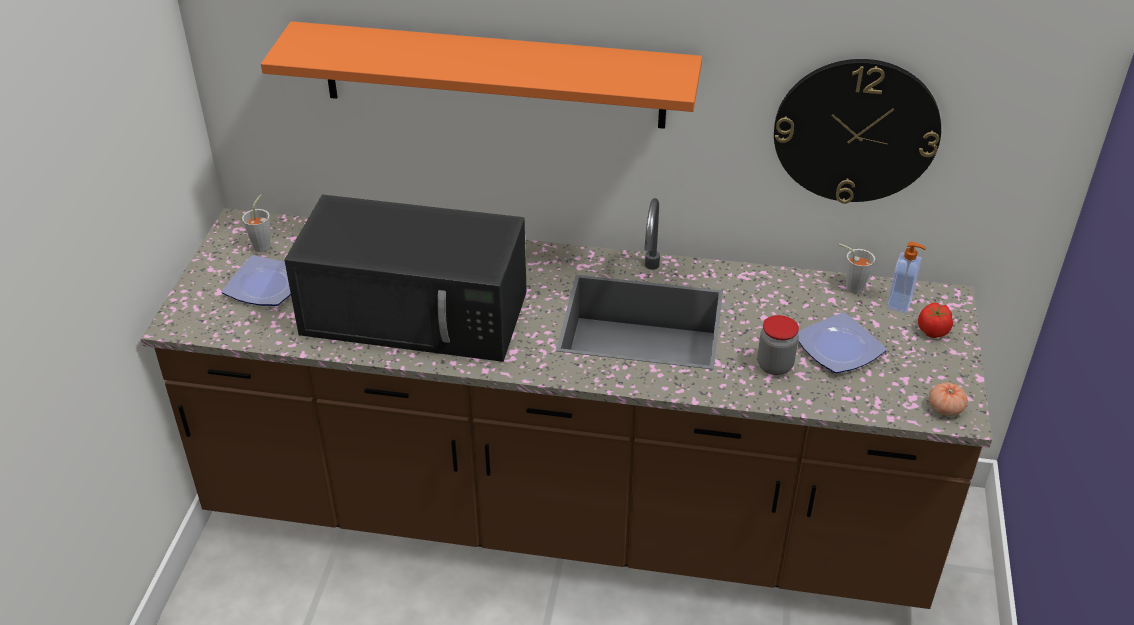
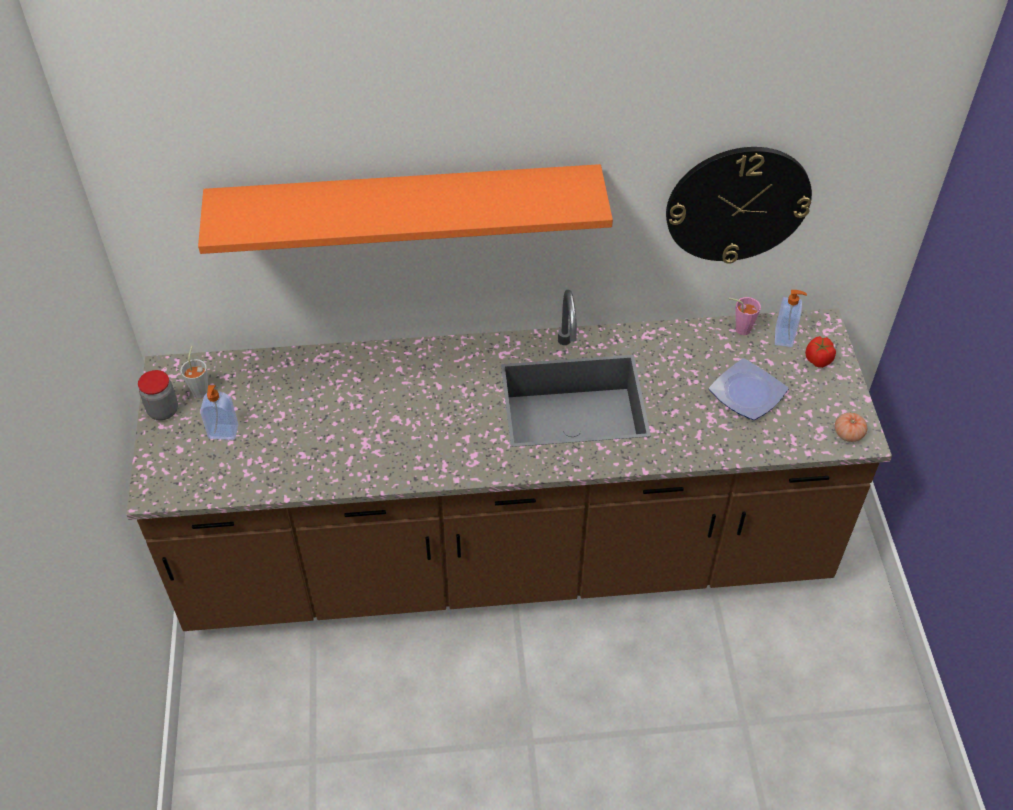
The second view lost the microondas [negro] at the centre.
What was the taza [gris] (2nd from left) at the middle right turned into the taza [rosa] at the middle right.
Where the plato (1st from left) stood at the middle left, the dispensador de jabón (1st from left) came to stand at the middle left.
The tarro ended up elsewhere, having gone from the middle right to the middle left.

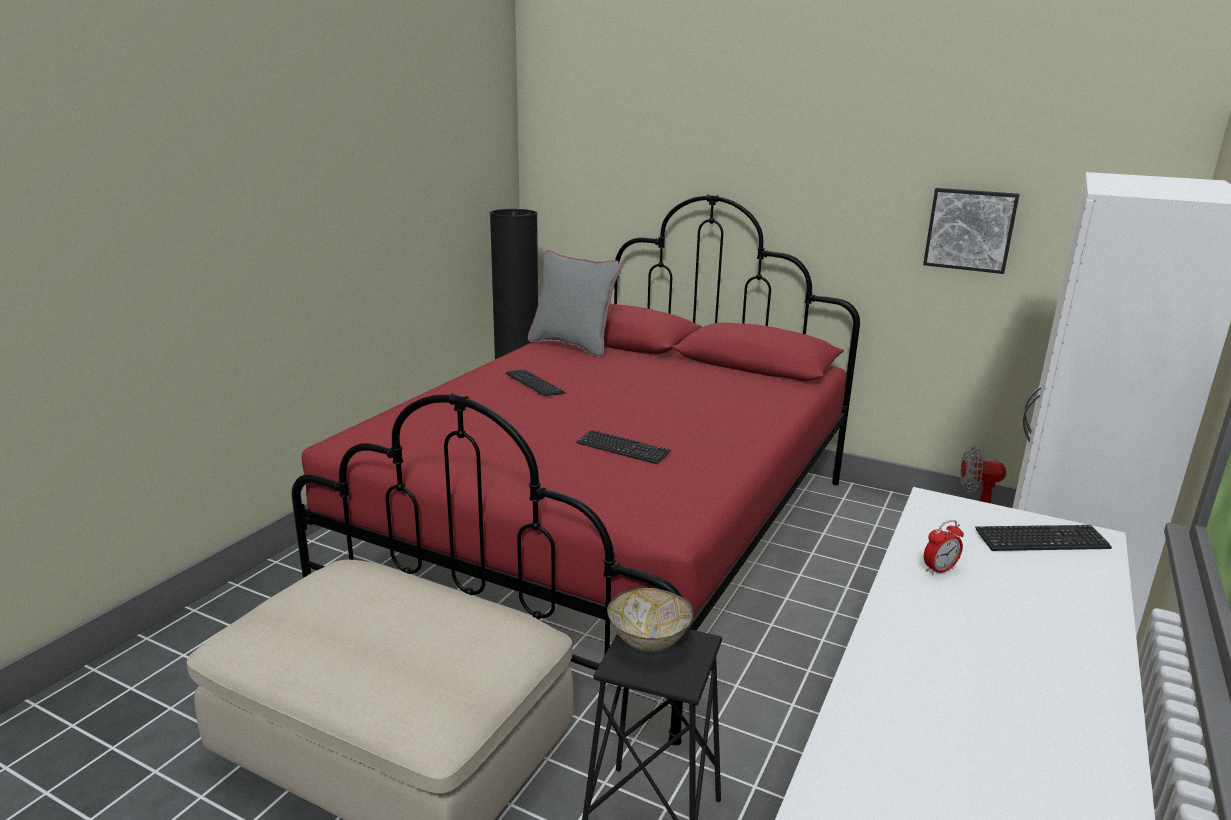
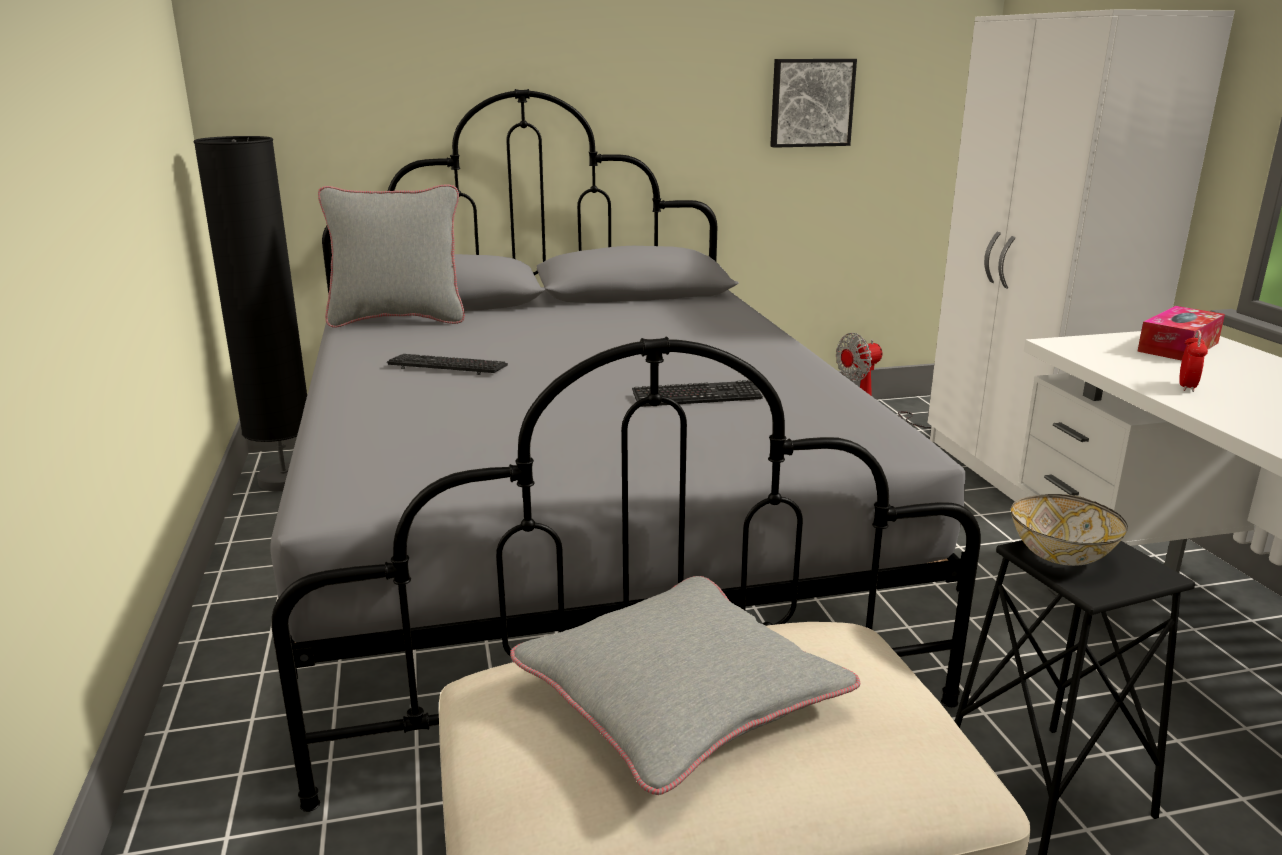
What was the cama [rojo] at the centre turned into the cama [gris] at the centre.
Where the teclado (3rd from left) stood at the middle right, the caja de pañuelos came to stand at the middle right.
The second view gained the cojín [gris] (2nd from left) at the bottom centre.

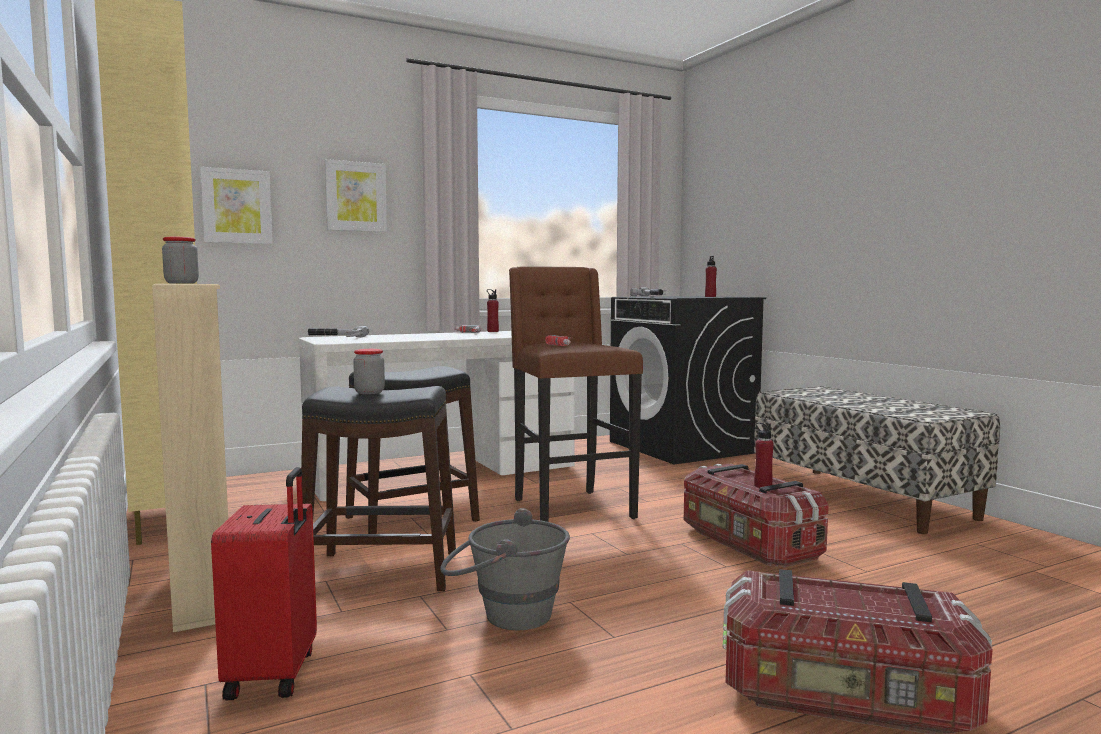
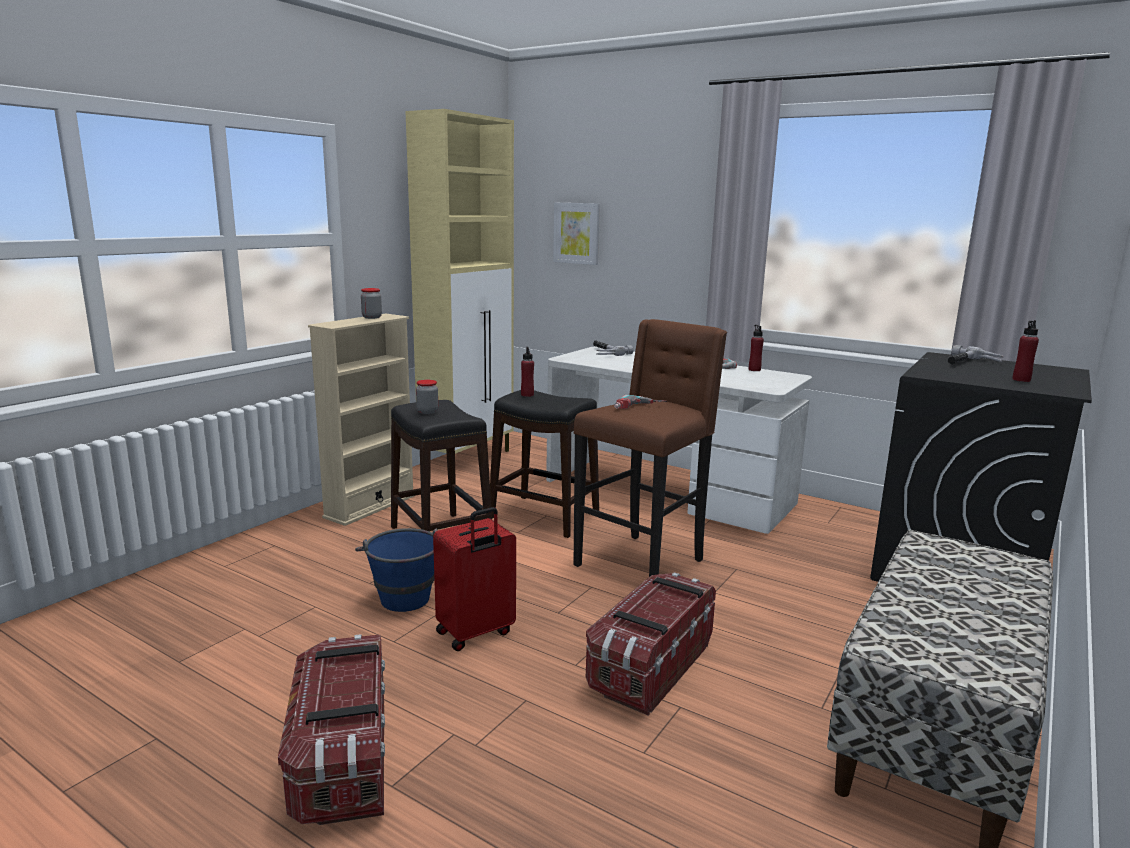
The second view lost the cuadro (2nd from left) at the top left.
The botella [rojo] (3rd from left in the first image) ended up elsewhere, having gone from the middle right to the centre.
The maleta [rojo] ended up elsewhere, having gone from the bottom left to the bottom centre.
What was the cubo [gris] at the bottom centre turned into the cubo [azul] at the bottom centre.

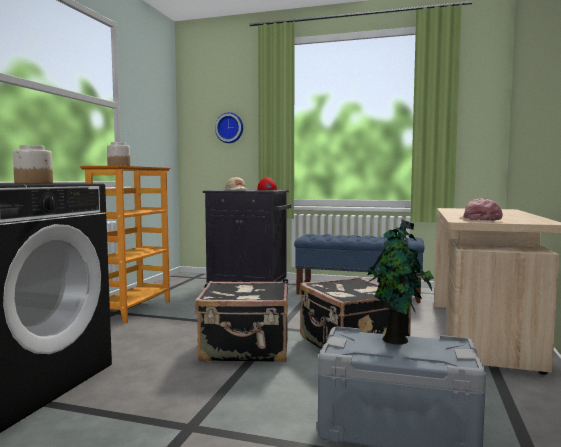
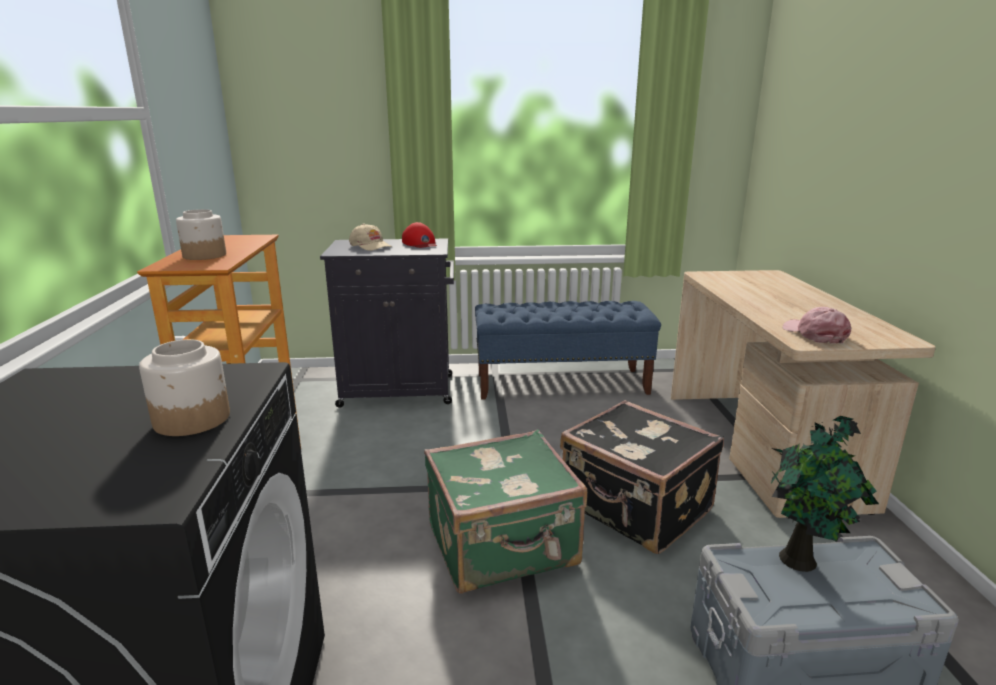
The second view lost the reloj de pared at the top centre.
What was the maleta [negro] (1st from left) at the bottom centre turned into the maleta [verde] at the bottom centre.

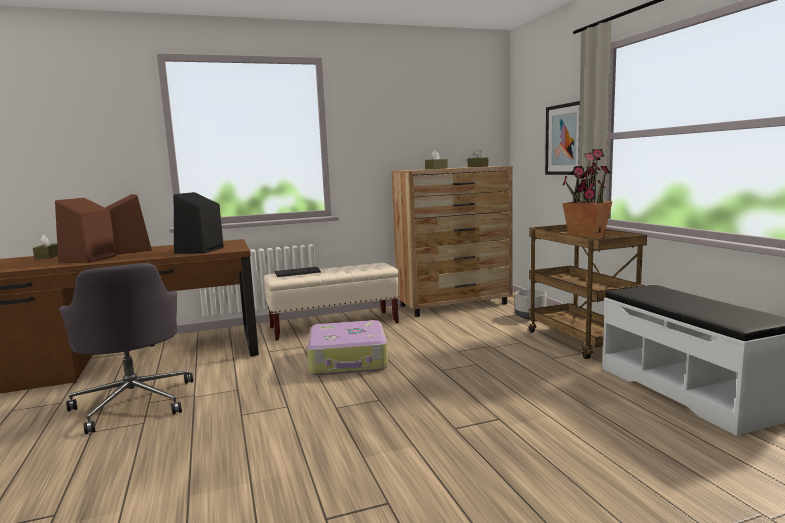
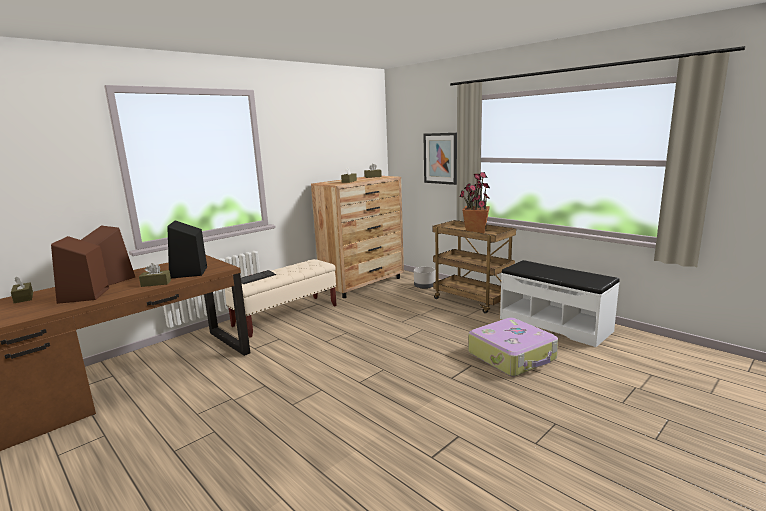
The second view lost the silla de oficina [gris] at the middle left.
The maleta ended up elsewhere, having gone from the centre to the bottom right.
The second view gained the caja de pañuelos [marrón] (2nd from left) at the middle left.

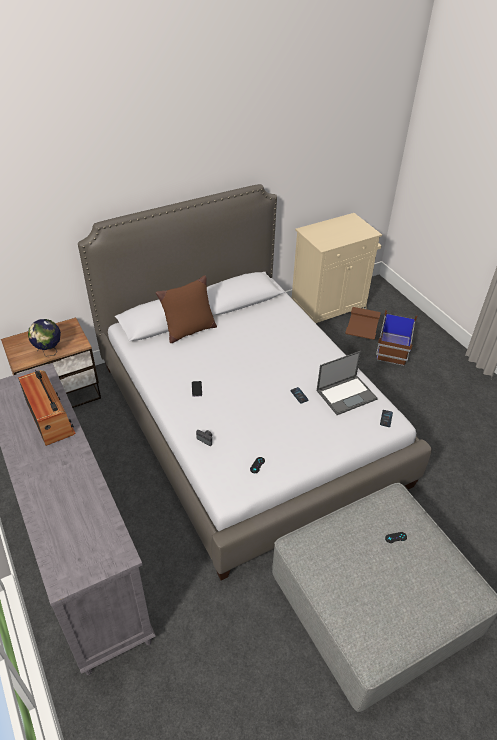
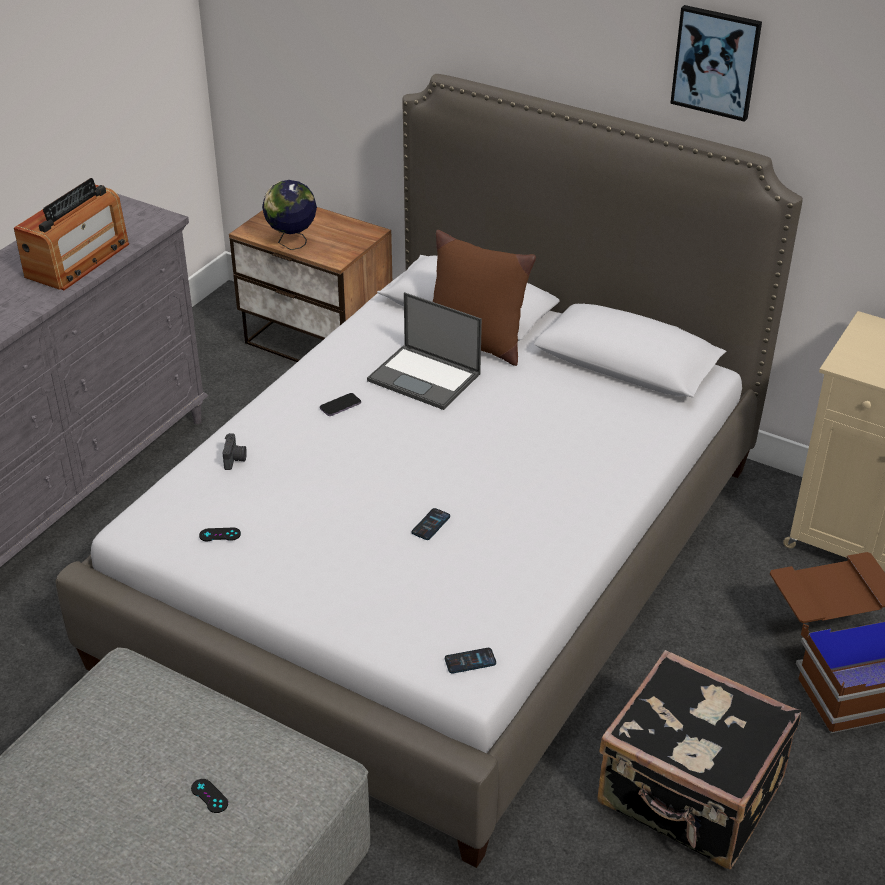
The portátil ended up elsewhere, having gone from the middle right to the centre.
The second view gained the cuadro at the top right.
The second view gained the maleta [negro] at the bottom right.

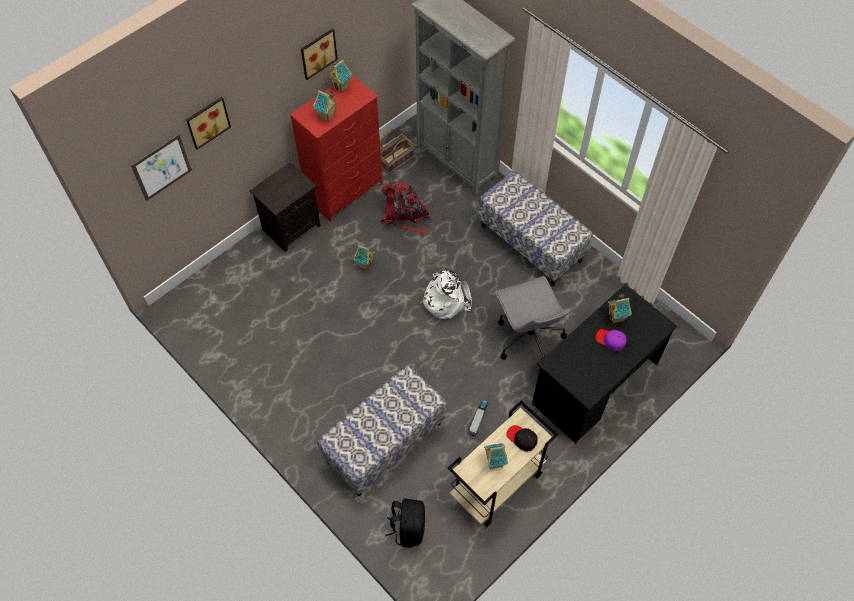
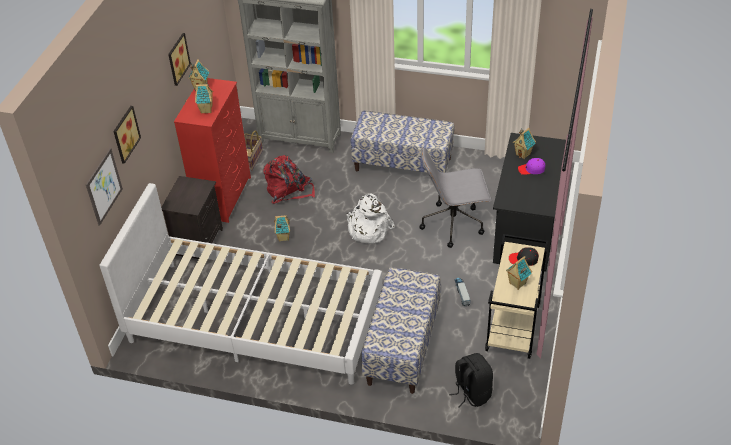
The silla de oficina [gris] at the centre ended up facing another way, 135 degrees clockwise from before.
The second view gained the cama [blanco] at the middle left.

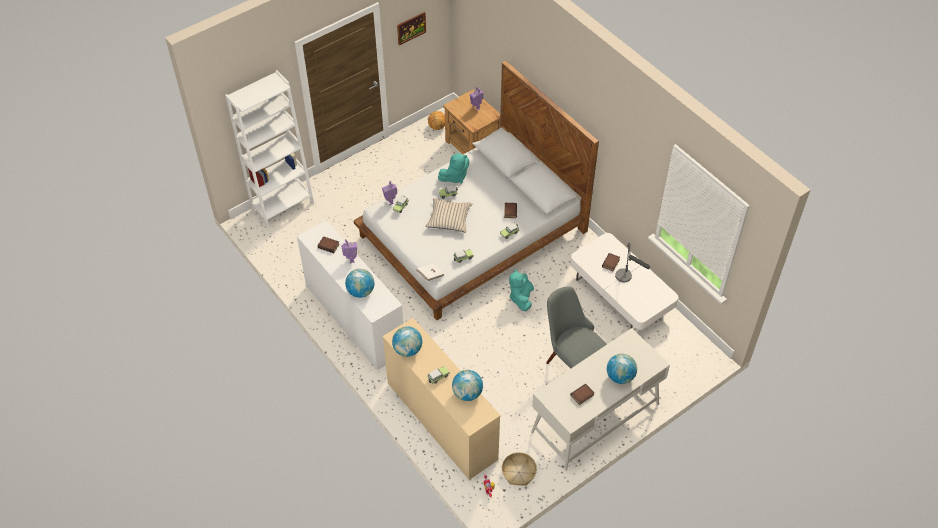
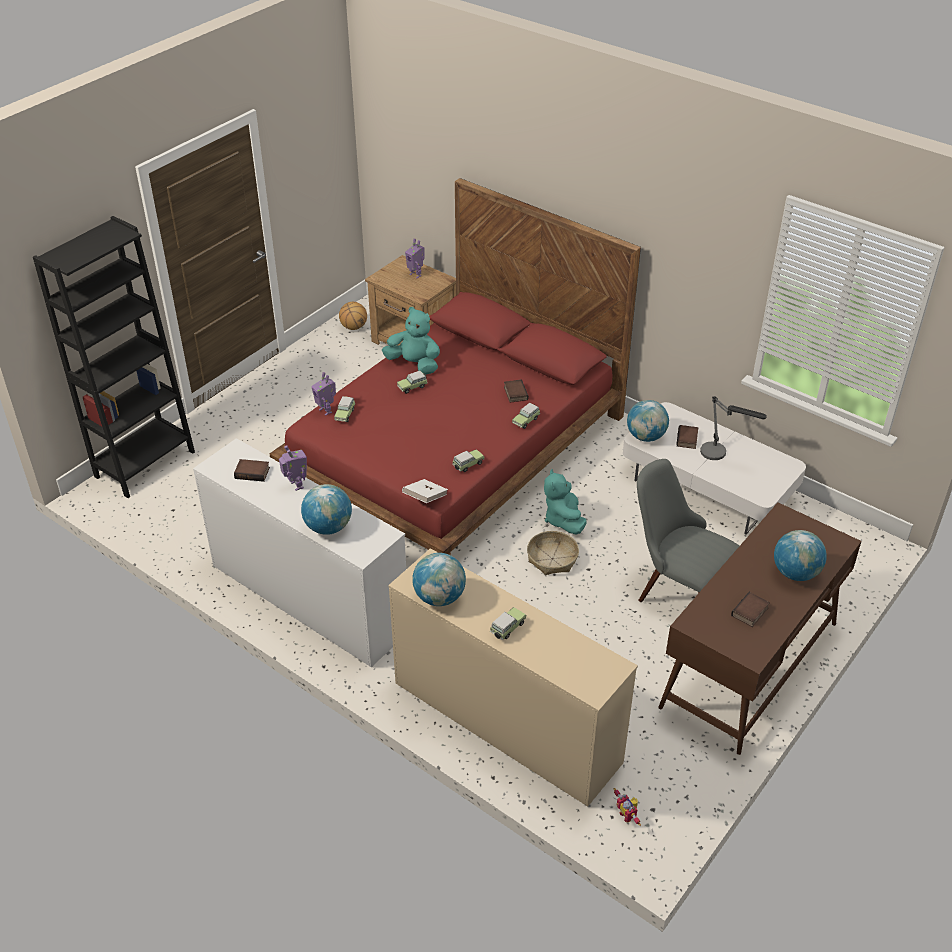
The second view lost the cuadro at the top centre.
What was the cama [blanco] at the centre turned into the cama [rojo] at the centre.
What was the estantería [blanco] at the top left turned into the estantería [negro] at the middle left.
The peluche [turquesa] (1st from left) at the top centre ended up facing another way, 105 degrees counterclockwise from before.
The second view lost the cojín [beis] at the centre.
What was the escritorio [blanco] at the bottom centre turned into the escritorio [marrón] at the middle right.
The globo terráqueo (3rd from left) ended up elsewhere, having gone from the bottom centre to the middle right.
The cesta ended up elsewhere, having gone from the bottom centre to the centre.

